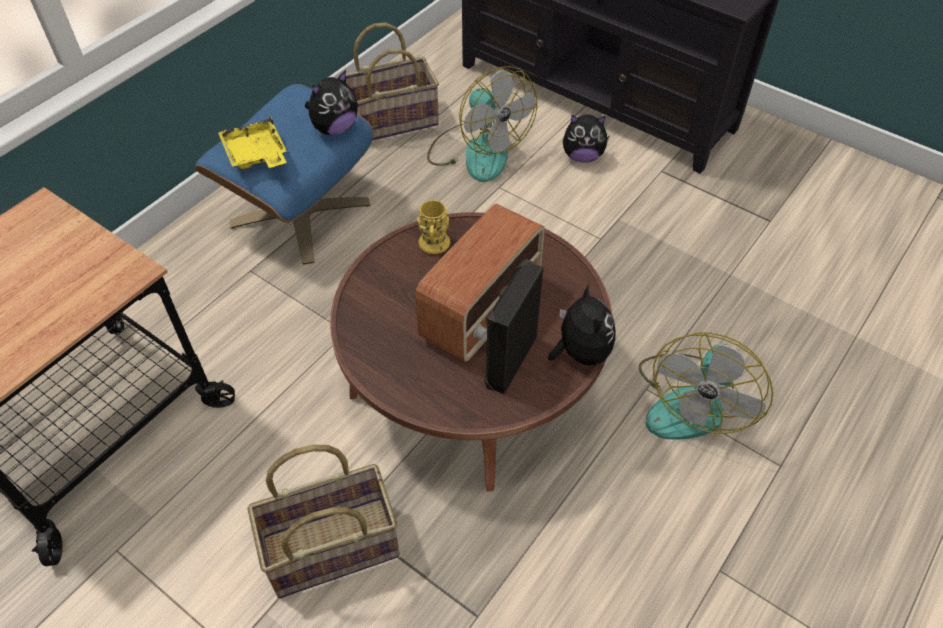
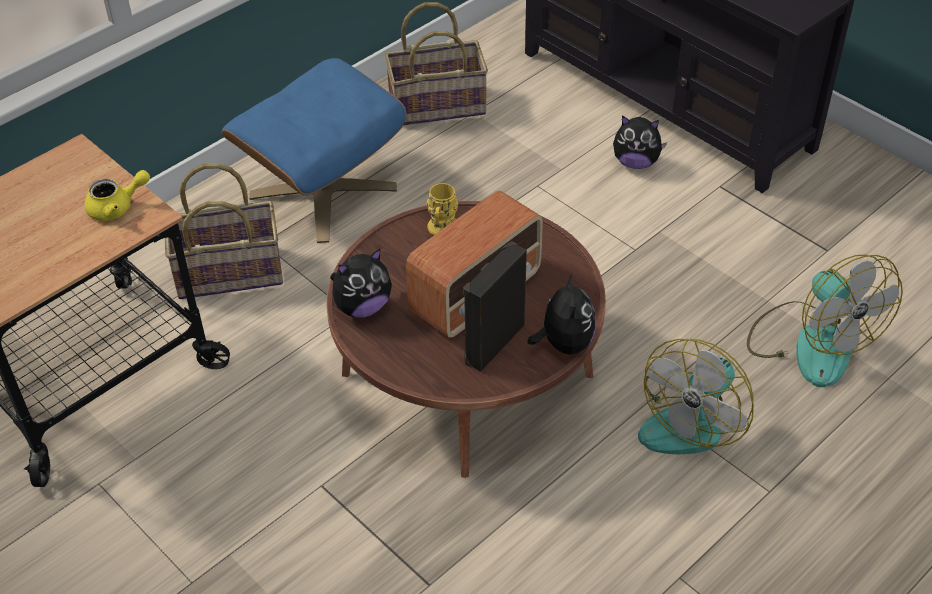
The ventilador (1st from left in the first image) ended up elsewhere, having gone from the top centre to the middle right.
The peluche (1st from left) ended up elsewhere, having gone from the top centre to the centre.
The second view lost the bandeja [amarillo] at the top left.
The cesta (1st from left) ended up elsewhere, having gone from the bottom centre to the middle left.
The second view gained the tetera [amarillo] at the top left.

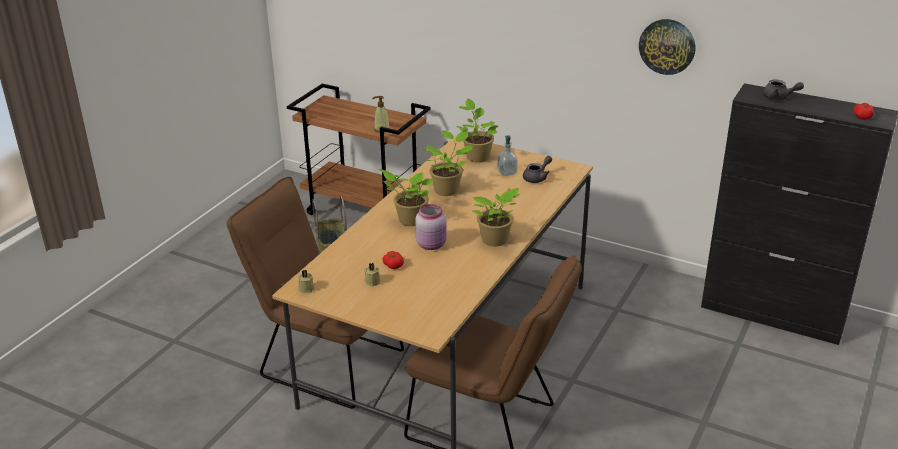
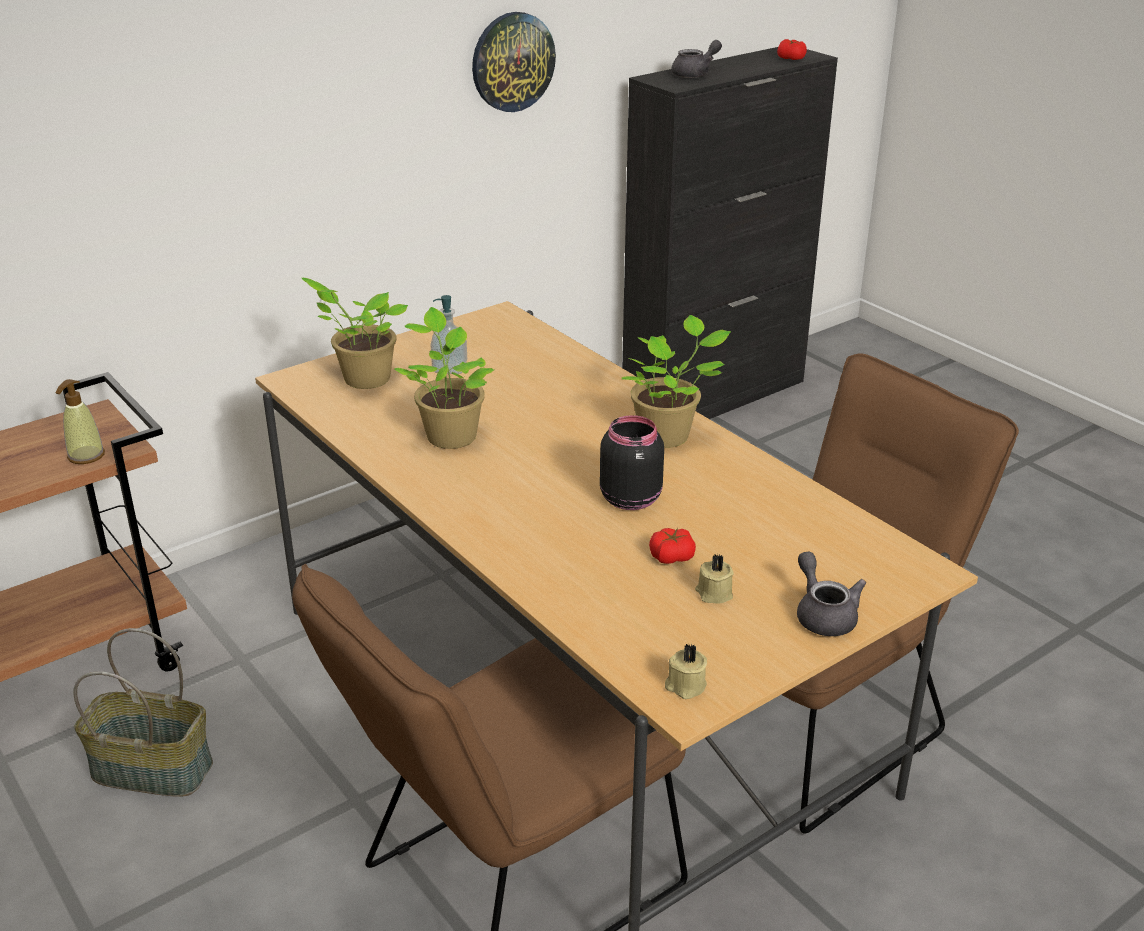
The tetera [gris] (1st from left in the first image) ended up elsewhere, having gone from the centre to the middle right.
The second view lost the planta en maceta (1st from left) at the centre.
What was the tarro [rosa] at the centre turned into the tarro [negro] at the centre.

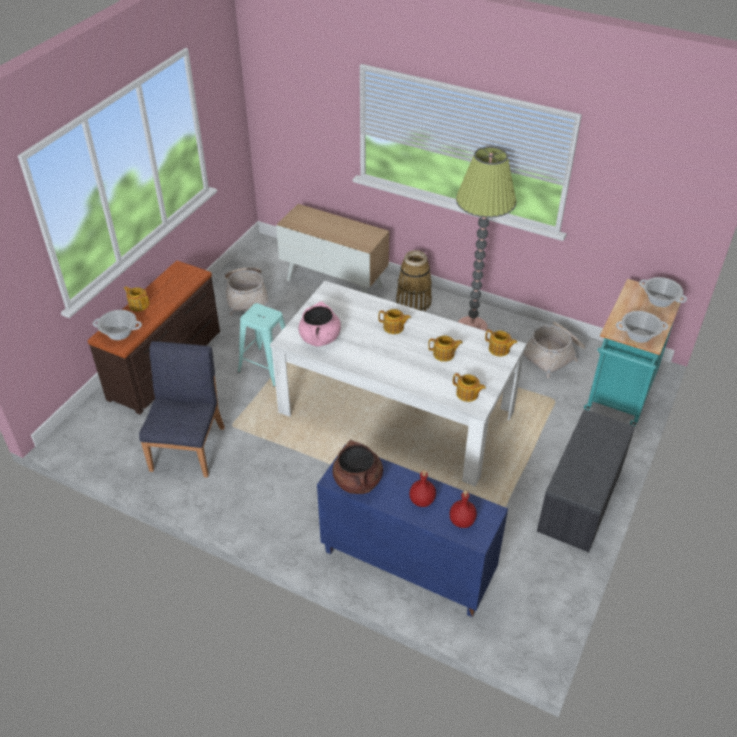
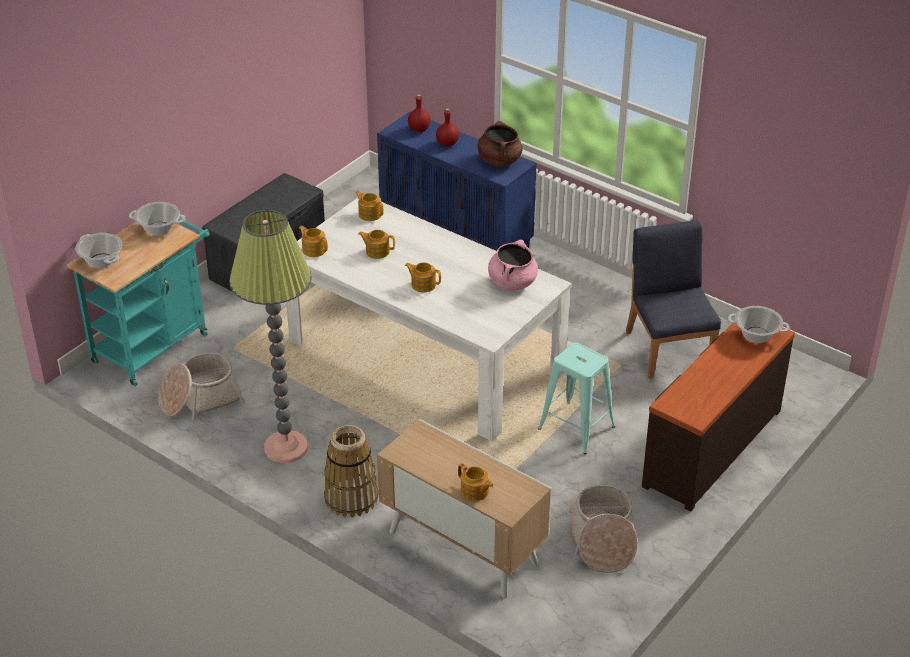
The tetera (1st from left in the first image) ended up elsewhere, having gone from the middle left to the bottom centre.
The silla [azul] at the middle left ended up facing another way, 150 degrees clockwise from before.

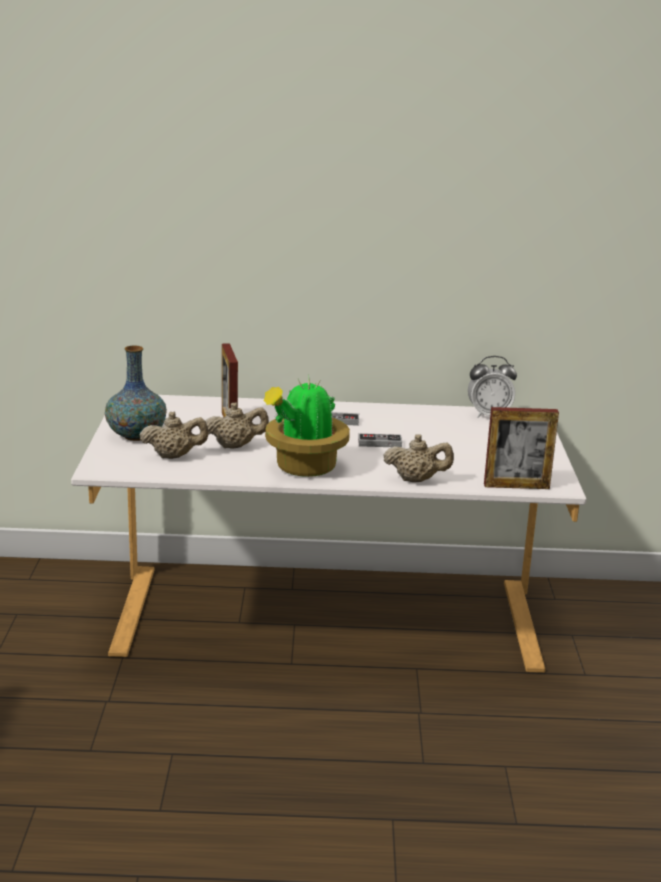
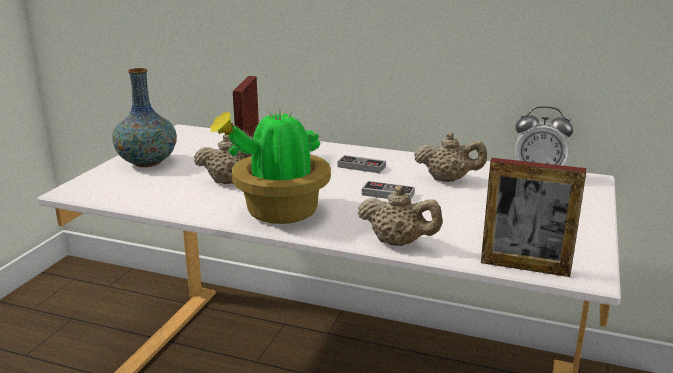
The tetera [beis] (1st from left in the first image) ended up elsewhere, having gone from the middle left to the middle right.

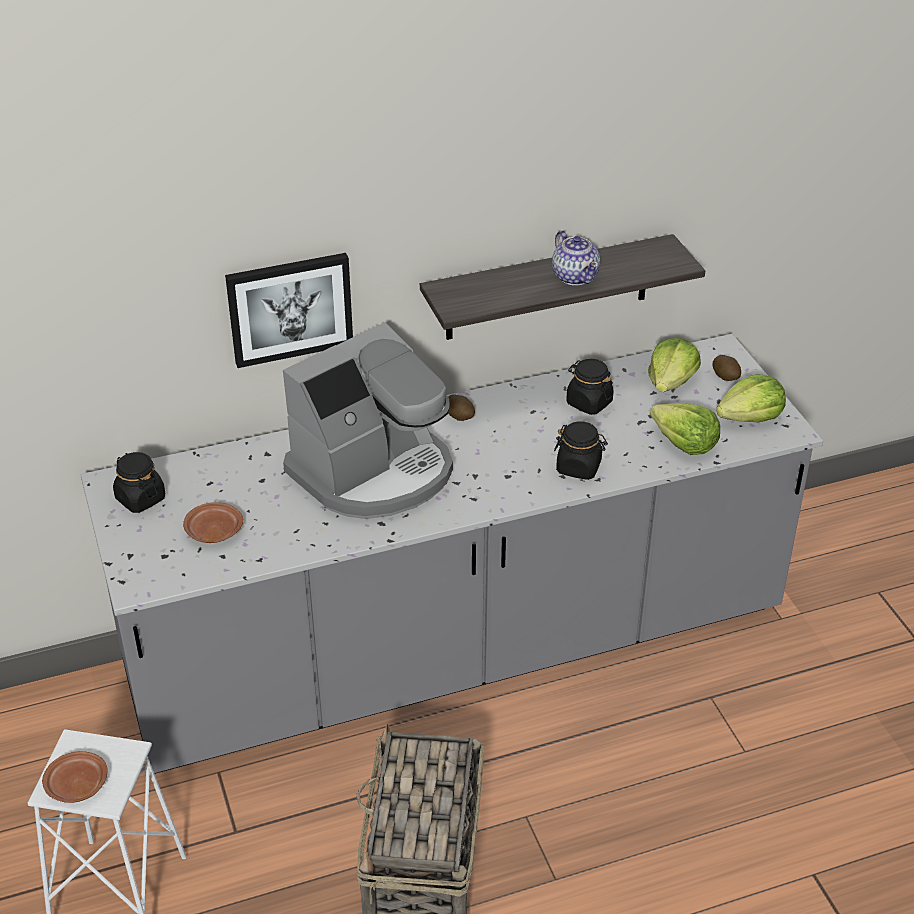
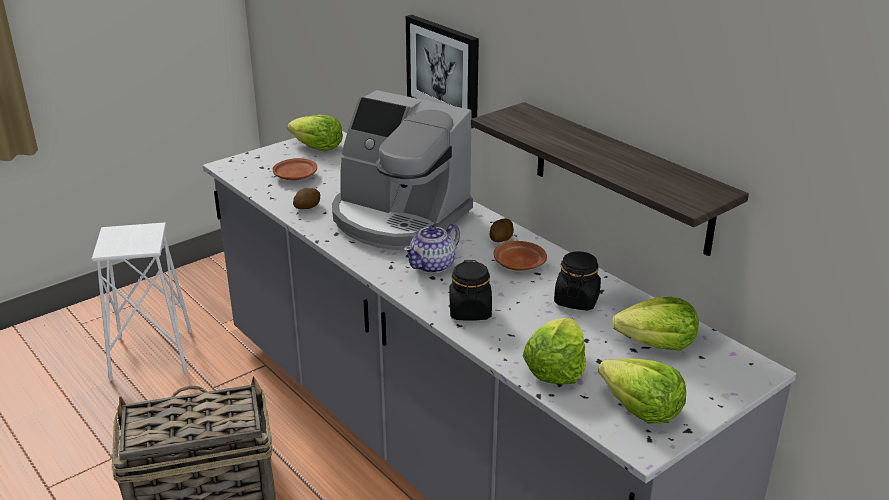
The tetera ended up elsewhere, having gone from the top centre to the centre.
The patata (2nd from left in the first image) ended up elsewhere, having gone from the middle right to the centre.
Where the tarro [negro] (1st from left) stood at the middle left, the lechuga (1st from left) came to stand at the top centre.
The plato [marrón] (1st from left in the first image) ended up elsewhere, having gone from the bottom left to the centre.

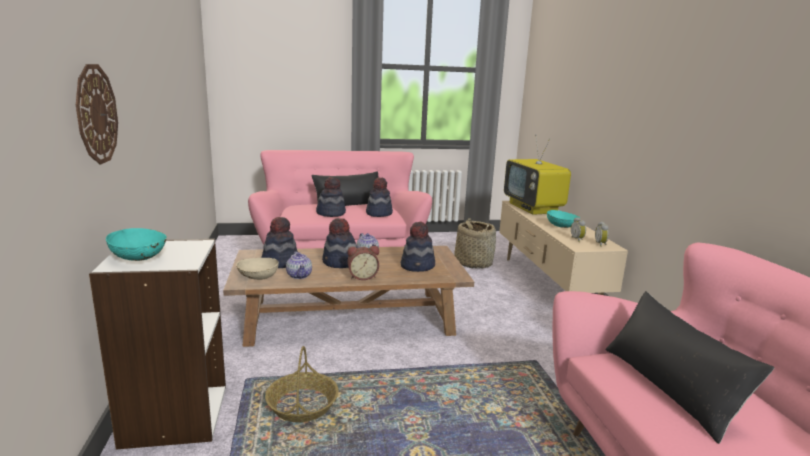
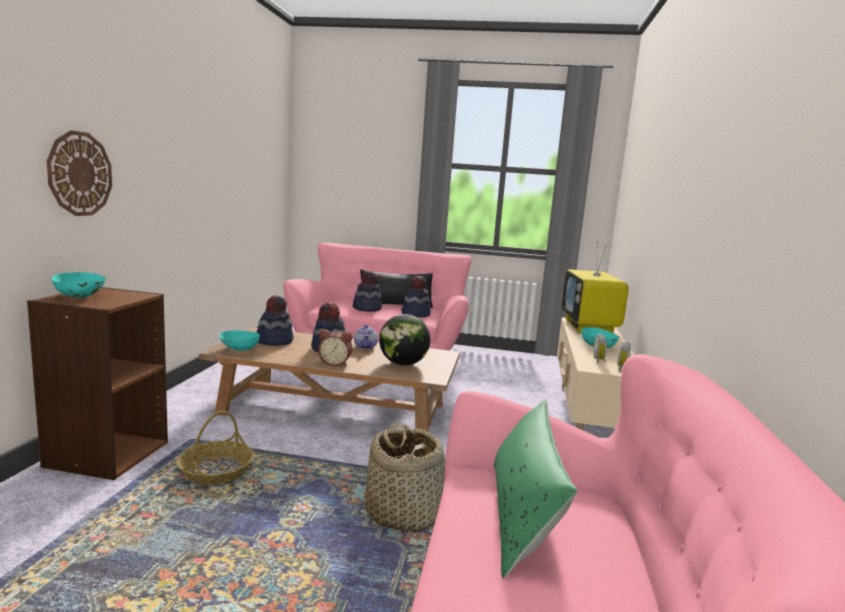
The cesta (2nd from left) ended up elsewhere, having gone from the centre to the bottom centre.
Where the sombrero (5th from left) stood at the centre, the globo terráqueo came to stand at the centre.
What was the estantería [blanco] at the bottom left turned into the estantería [marrón] at the middle left.
The second view lost the tetera (1st from left) at the centre.
What was the cuenco [beis] at the middle left turned into the cuenco [turquesa] (2nd from left) at the middle left.
What was the cojín [negro] (2nd from left) at the bottom right turned into the cojín [verde] at the bottom centre.

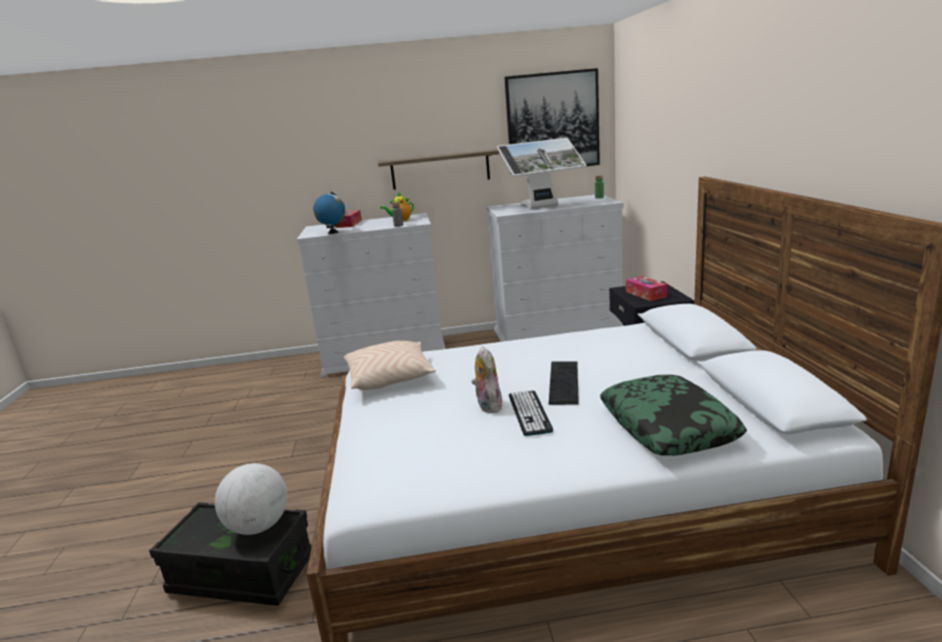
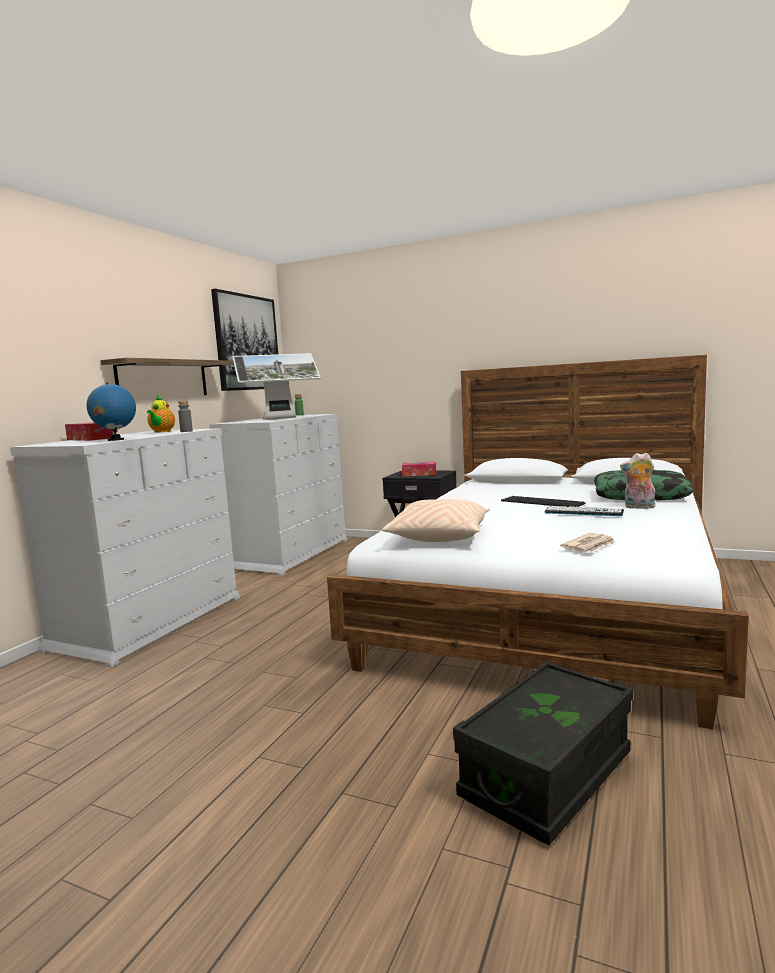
The monitor at the top centre ended up facing another way, 60 degrees clockwise from before.
The peluche ended up elsewhere, having gone from the centre to the middle right.
The second view lost the globo terráqueo (1st from left) at the bottom left.
The second view gained the periódico at the middle right.

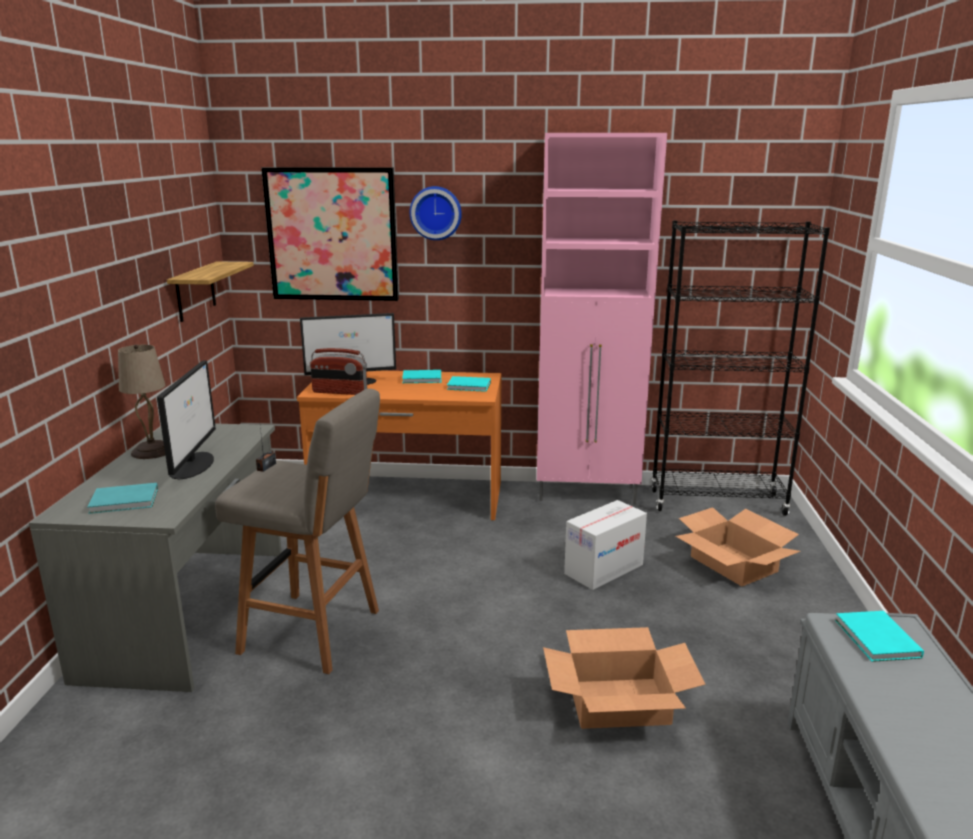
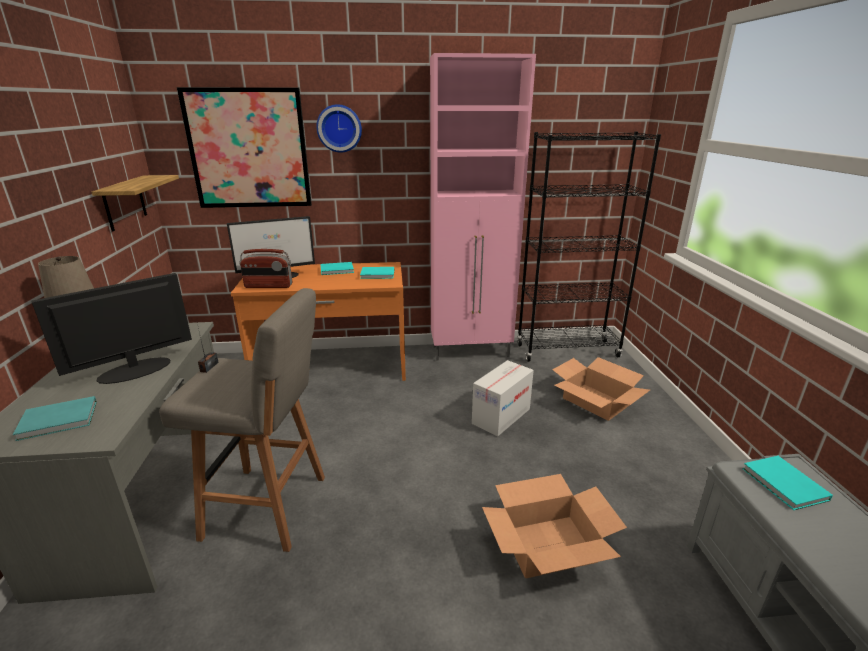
The monitor (1st from left) at the middle left ended up facing another way, 120 degrees counterclockwise from before.

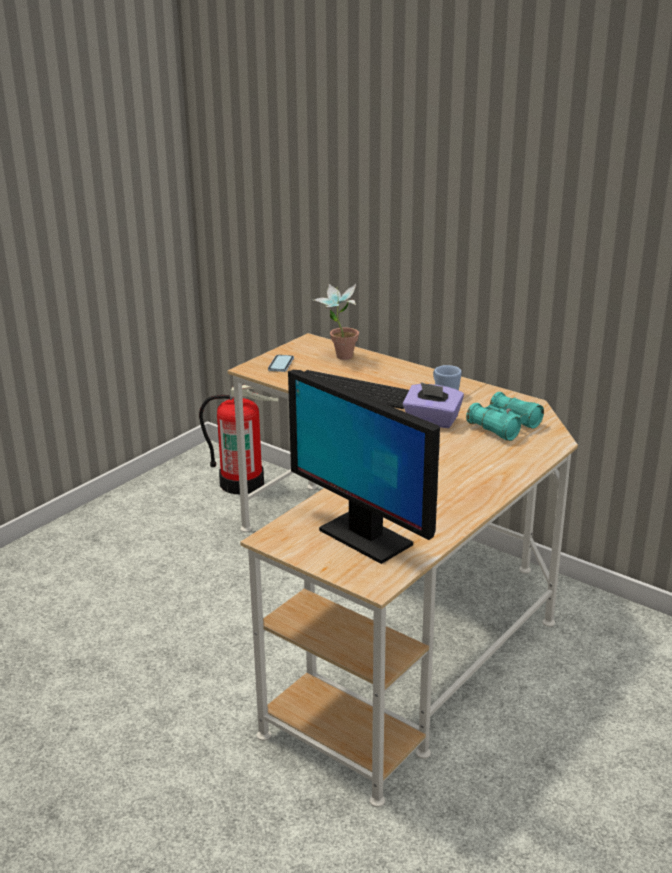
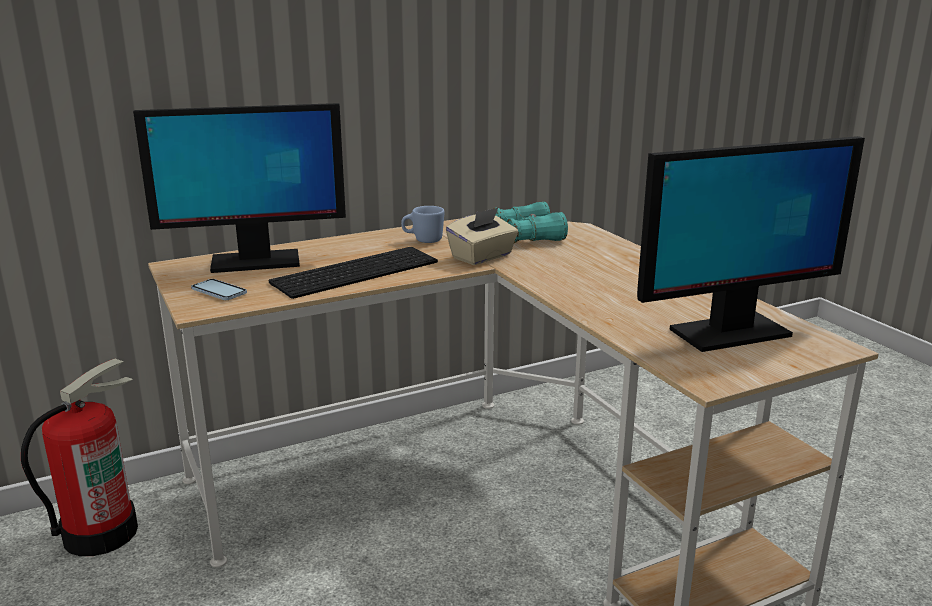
Where the planta en maceta stood at the centre, the monitor (1st from left) came to stand at the top left.
What was the caja de pañuelos [morado] at the centre turned into the caja de pañuelos [beis] at the centre.

